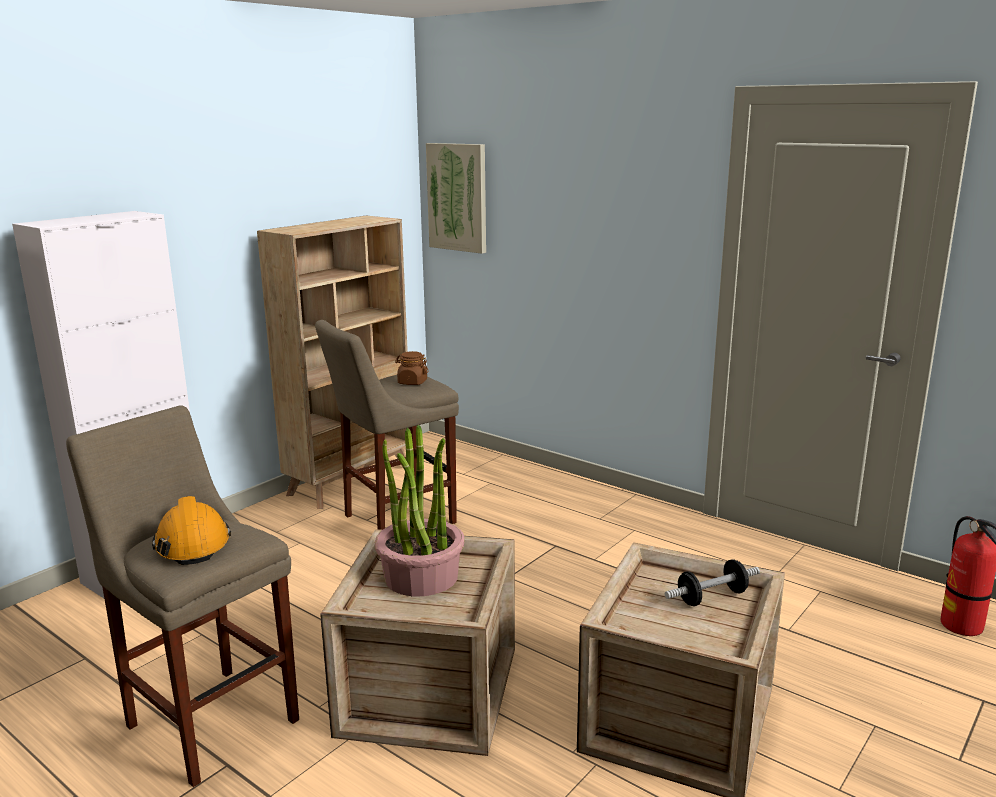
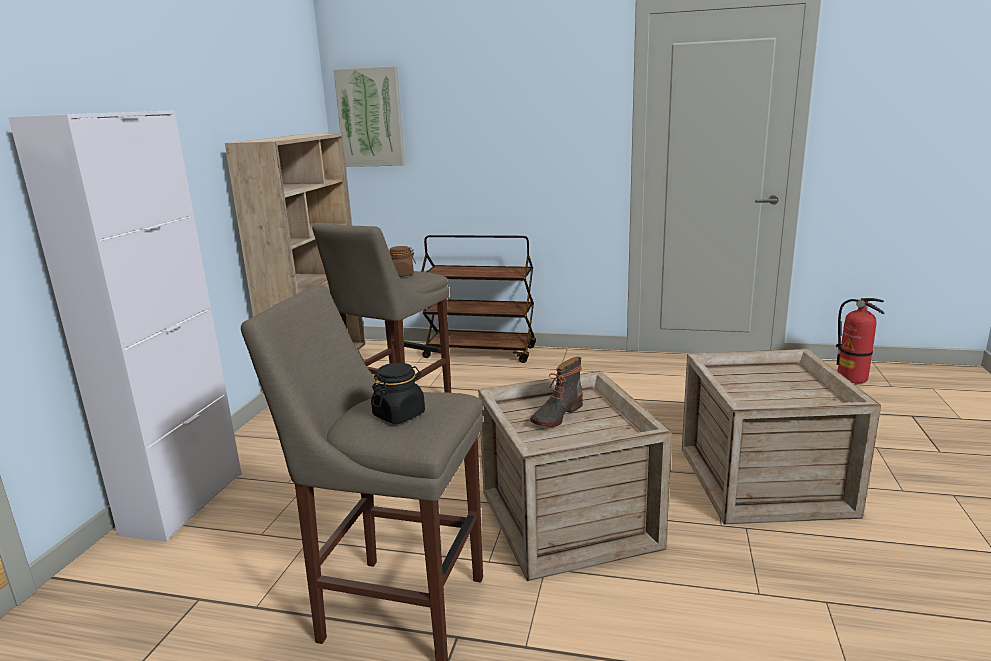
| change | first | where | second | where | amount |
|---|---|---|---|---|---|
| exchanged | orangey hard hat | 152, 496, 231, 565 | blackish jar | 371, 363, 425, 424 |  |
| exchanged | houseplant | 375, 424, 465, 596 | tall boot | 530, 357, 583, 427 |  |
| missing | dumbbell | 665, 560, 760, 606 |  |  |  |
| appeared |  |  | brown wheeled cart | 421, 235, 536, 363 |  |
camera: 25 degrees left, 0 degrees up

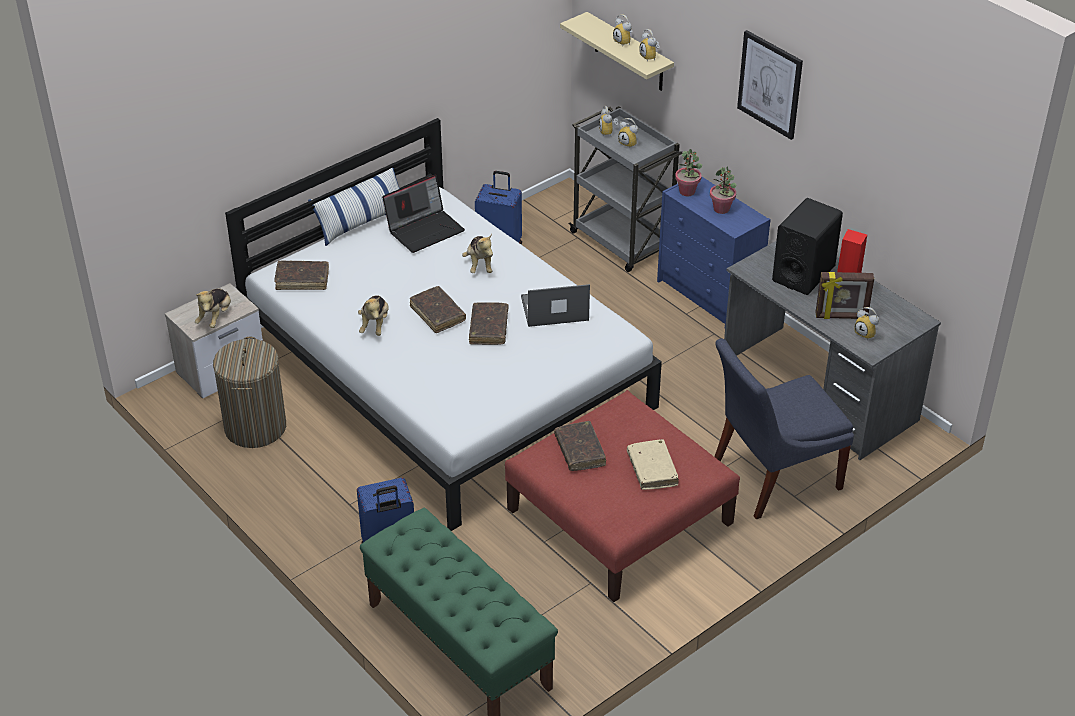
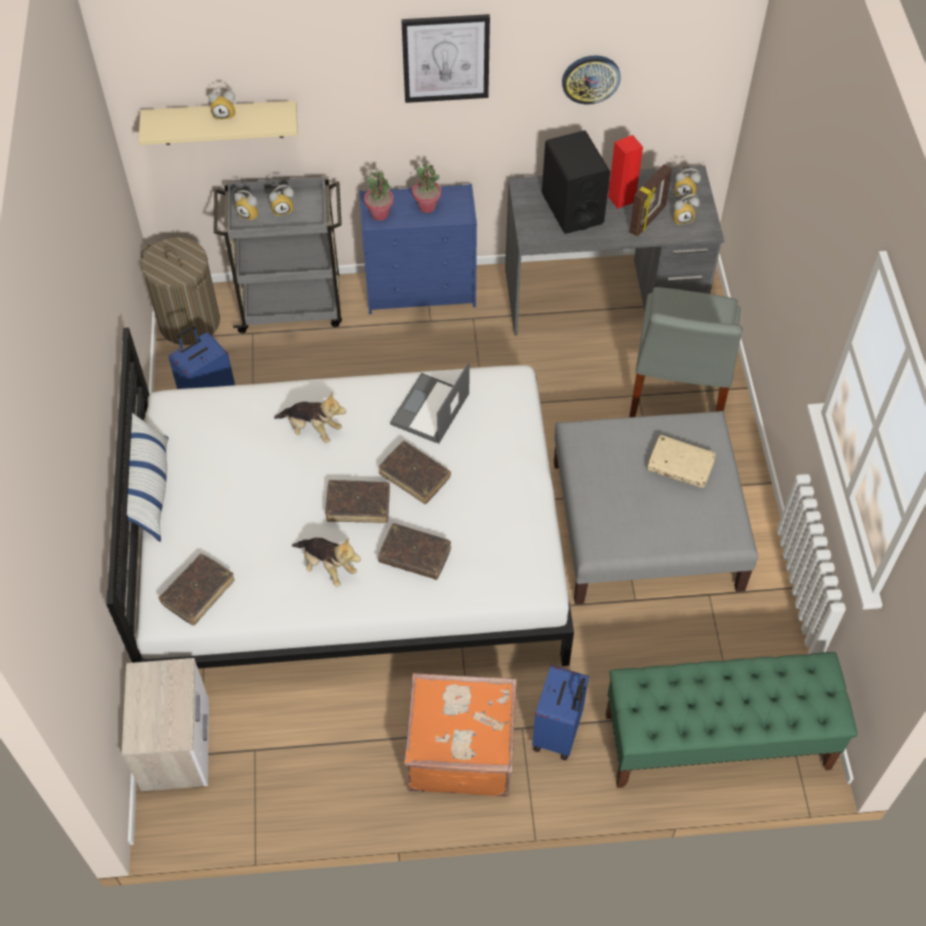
| change | first | where | second | where | amount |
|---|---|---|---|---|---|
| missing | cuddly toy | 195, 288, 231, 328 |  |  |  |
| relocated | washing basket | 213, 336, 286, 448 |  | 141, 237, 220, 345 |  |
| missing | notebook computer | 382, 175, 465, 253 |  |  |  |
| colour | red pouffe | 505, 390, 740, 602 | grey pouffe | 554, 411, 759, 604 |  |
| relocated | brown bound book | 554, 421, 606, 471 |  | 378, 523, 451, 580 |  |
| relocated | alarm clock | 639, 29, 660, 61 |  | 675, 168, 701, 199 |  |
| colour | blue-coloured chair | 714, 338, 854, 519 | grey chair | 629, 287, 743, 417 |  |
| appeared |  |  | orangey suitcase | 404, 673, 517, 797 |  |
| appeared |  |  | hanging clock | 562, 55, 621, 105 |  |
camera: 55 degrees left, 15 degrees up

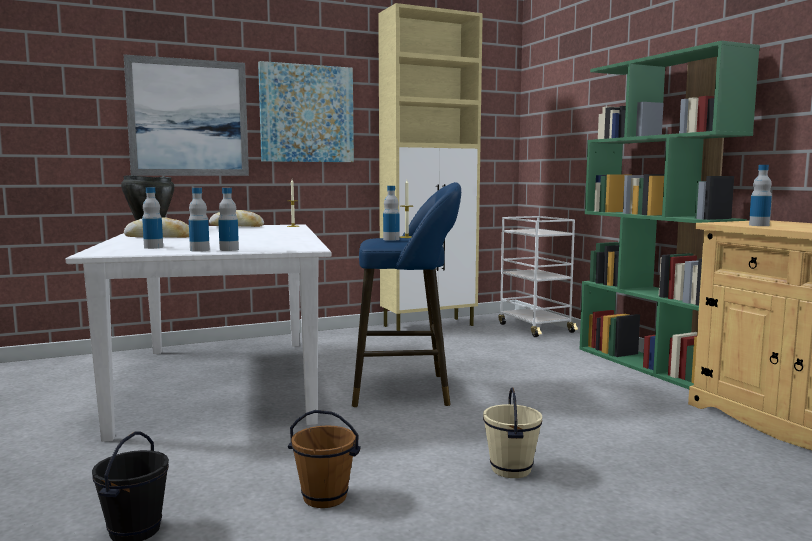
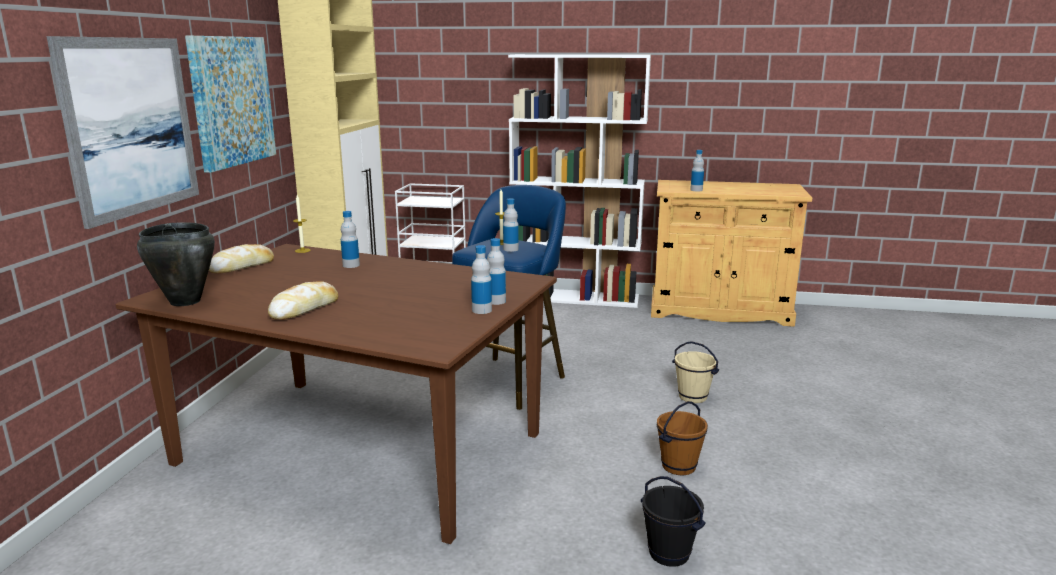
| change | first | where | second | where | amount |
|---|---|---|---|---|---|
| colour | whitish dining table | 66, 224, 332, 442 | brown dining table | 116, 244, 557, 544 |  |
| relocated | bottle | 142, 187, 163, 249 |  | 341, 211, 360, 268 |  |
| colour | green bookcase | 579, 41, 760, 389 | whitish bookcase | 508, 54, 651, 308 |  |
camera: 55 degrees left, 10 degrees up

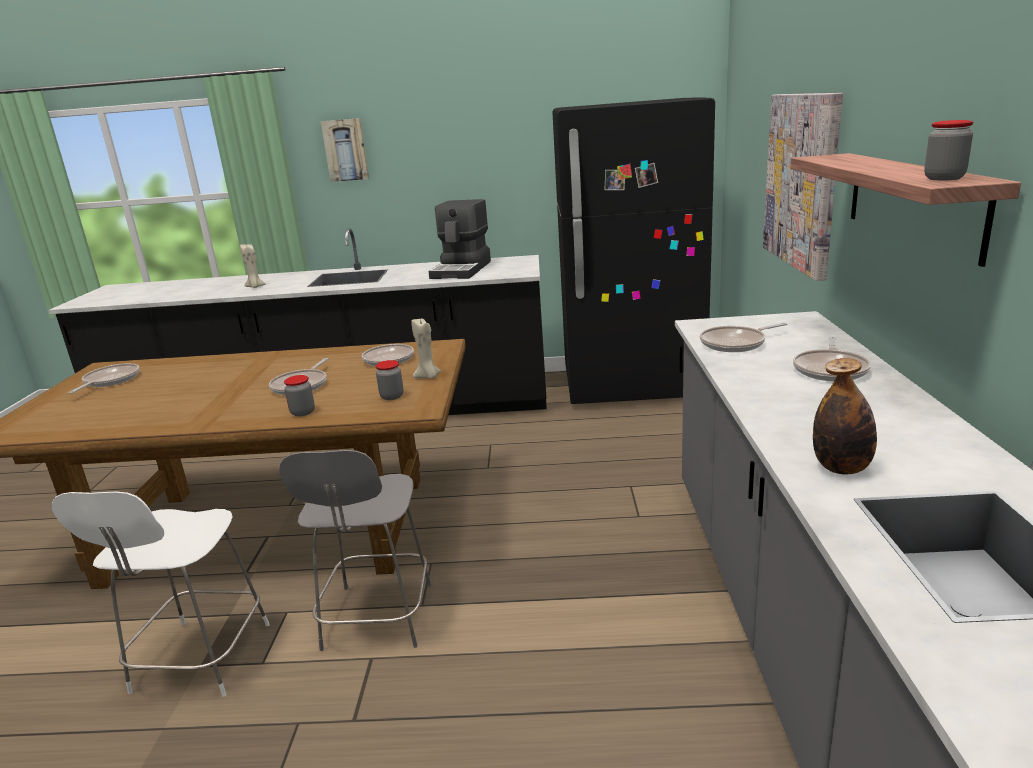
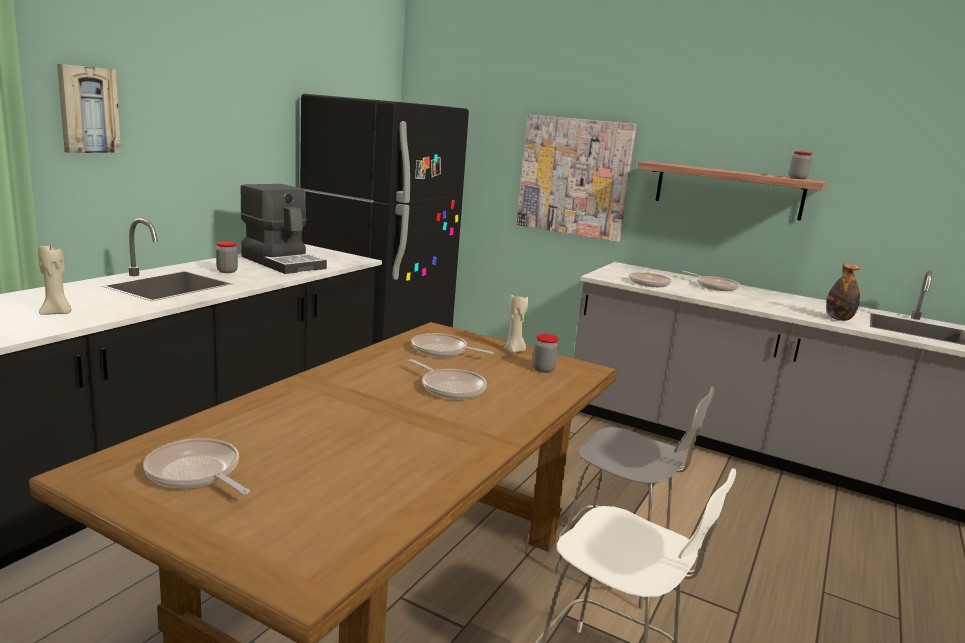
| change | first | where | second | where | amount |
|---|---|---|---|---|---|
| relocated | jar | 284, 375, 315, 416 |  | 216, 241, 238, 273 |  |
camera: 65 degrees left, 5 degrees down

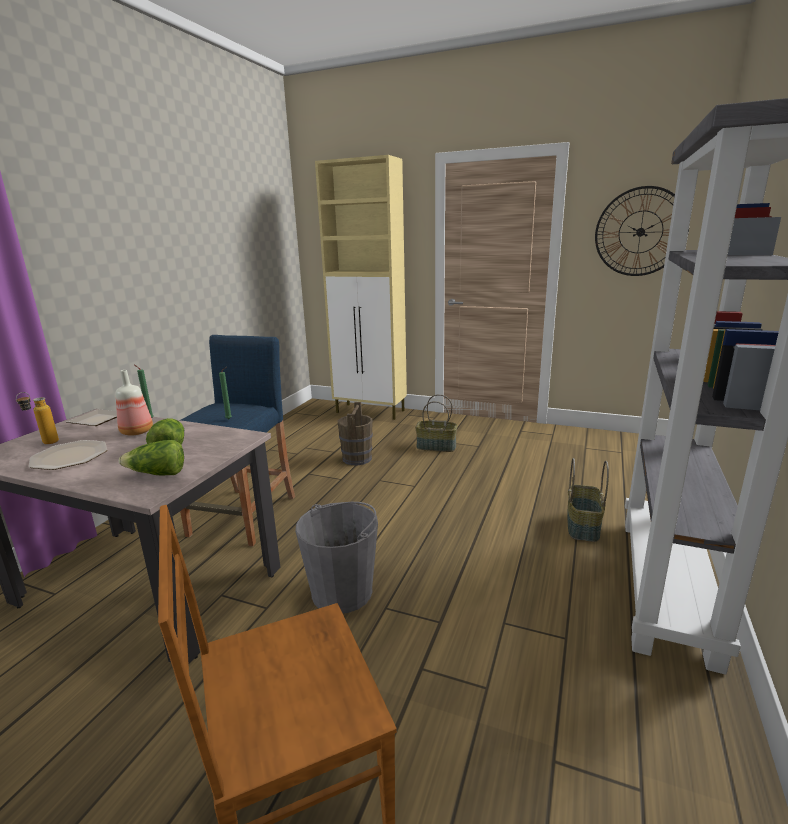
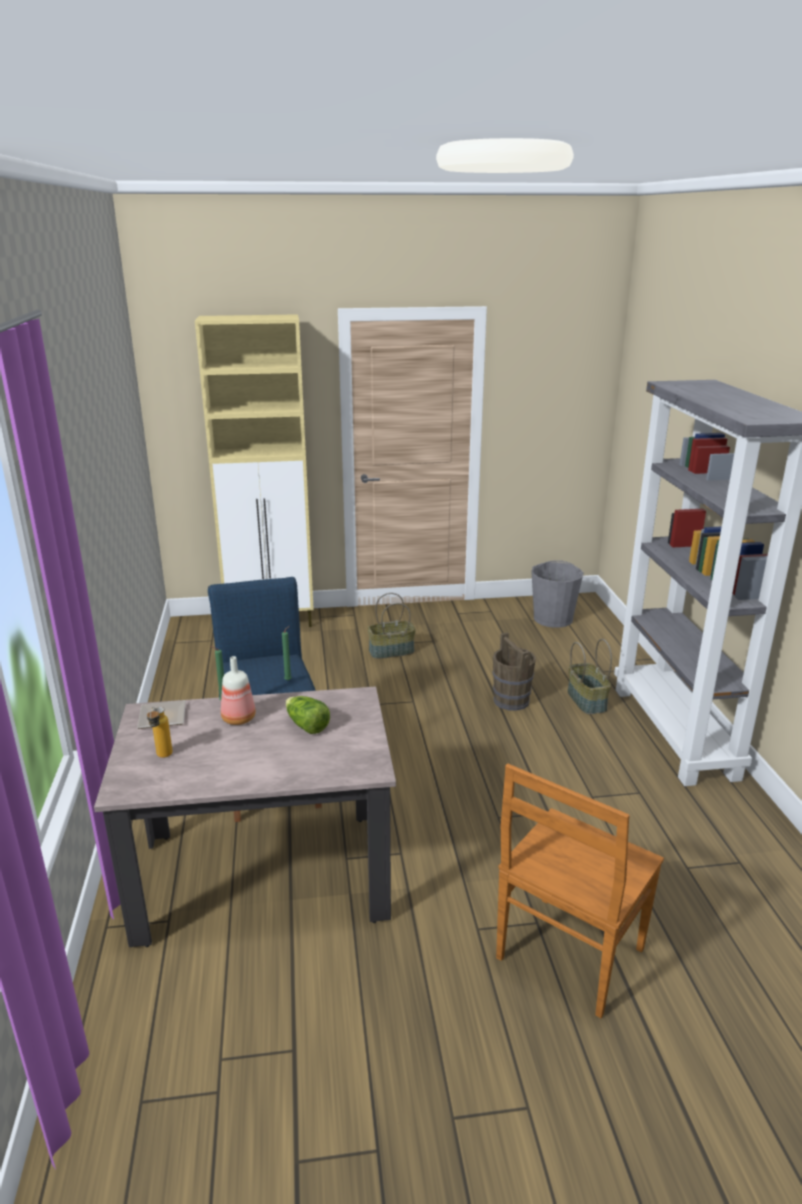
| change | first | where | second | where | amount |
|---|---|---|---|---|---|
| missing | flat dish | 29, 440, 107, 470 |  |  |  |
| missing | lettuce head | 119, 440, 184, 475 |  |  |  |
| relocated | grey water bucket | 295, 502, 378, 613 |  | 531, 560, 584, 628 |  |
| relocated | brown water bucket | 338, 402, 373, 465 |  | 493, 633, 536, 711 |  |
| missing | hanging clock | 595, 186, 689, 276 |  |  |  |
camera: 30 degrees left, 5 degrees up

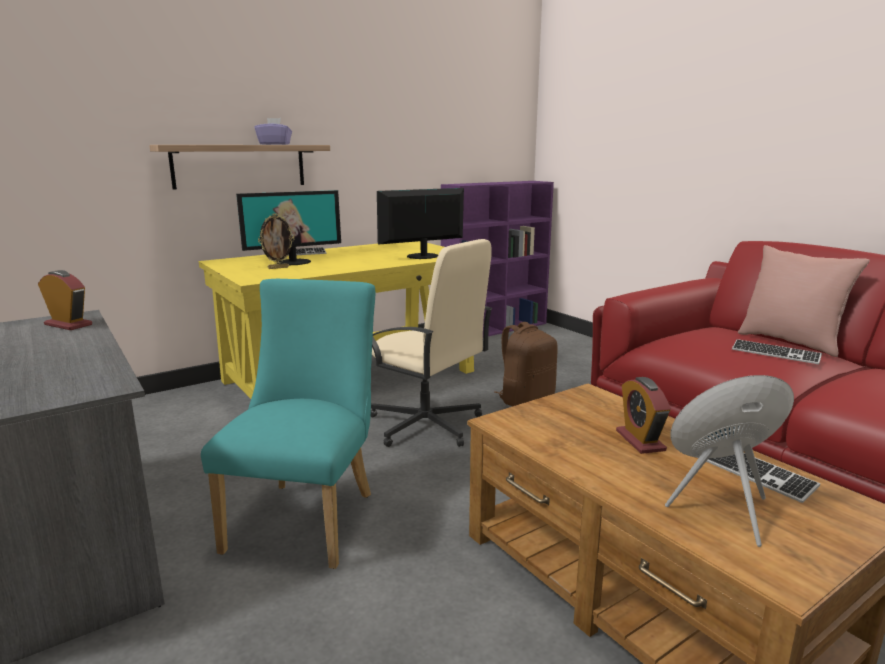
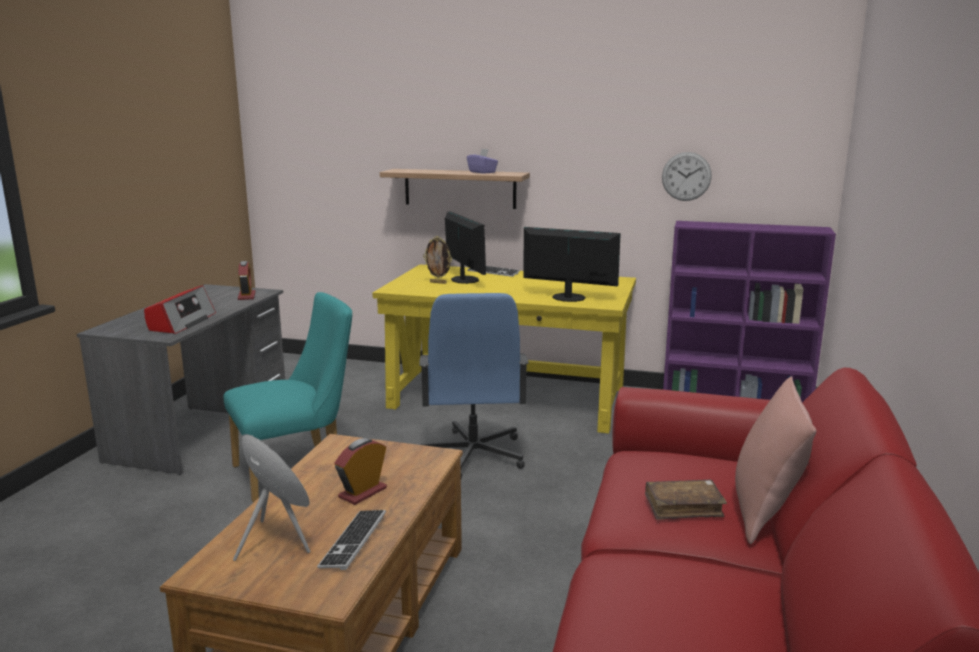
| change | first | where | second | where | amount |
|---|---|---|---|---|---|
| spun | computer screen | 236, 190, 341, 265 |  | 445, 211, 486, 284 | 135 degrees counterclockwise |
| colour | beige-coloured computer chair | 370, 239, 493, 447 | blue-coloured computer chair | 416, 293, 529, 479 |  |
| missing | brown knapsack | 494, 322, 558, 407 |  |  |  |
| exchanged | PC keyboard | 732, 339, 822, 364 | brown bound book | 645, 479, 727, 520 |  |
| appeared |  |  | radio | 144, 285, 216, 334 |  |
| appeared |  |  | hanging clock | 662, 152, 712, 201 |  |
camera: 50 degrees right, 0 degrees up

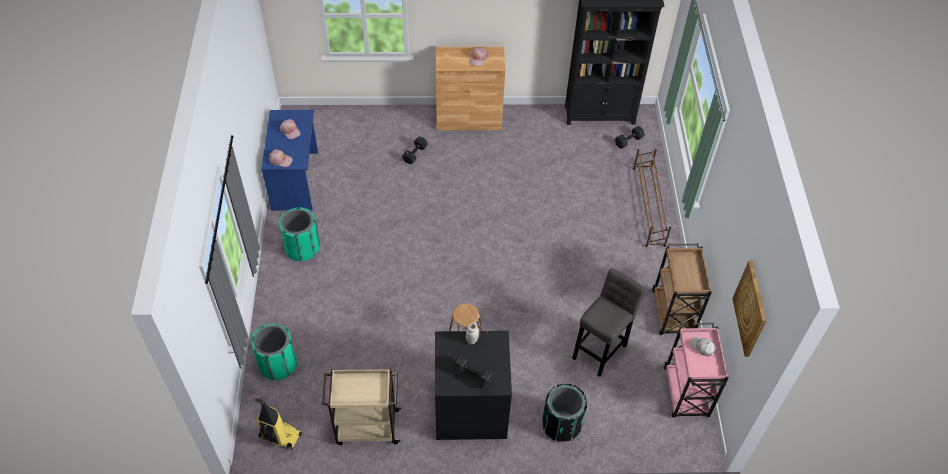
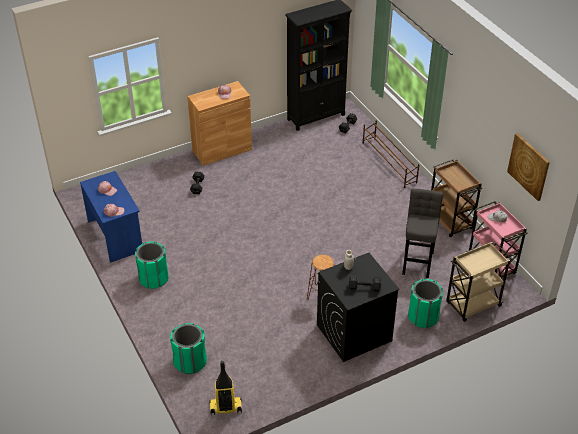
| change | first | where | second | where | amount |
|---|---|---|---|---|---|
| relocated | beige-coloured wheeled cart | 322, 369, 401, 445 |  | 446, 242, 512, 322 |  |
| colour | blackish waste bin | 543, 384, 587, 442 | green waste bin | 408, 279, 443, 328 |  |
camera: 25 degrees left, 10 degrees down

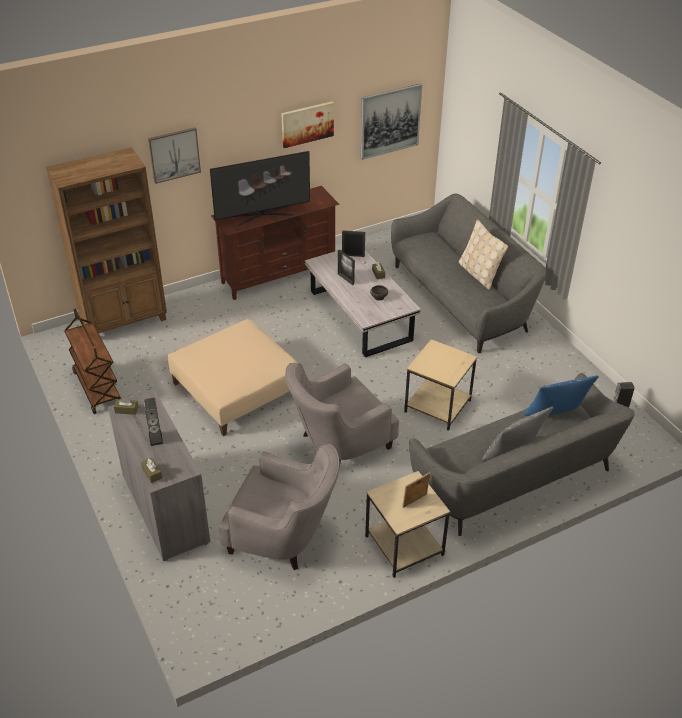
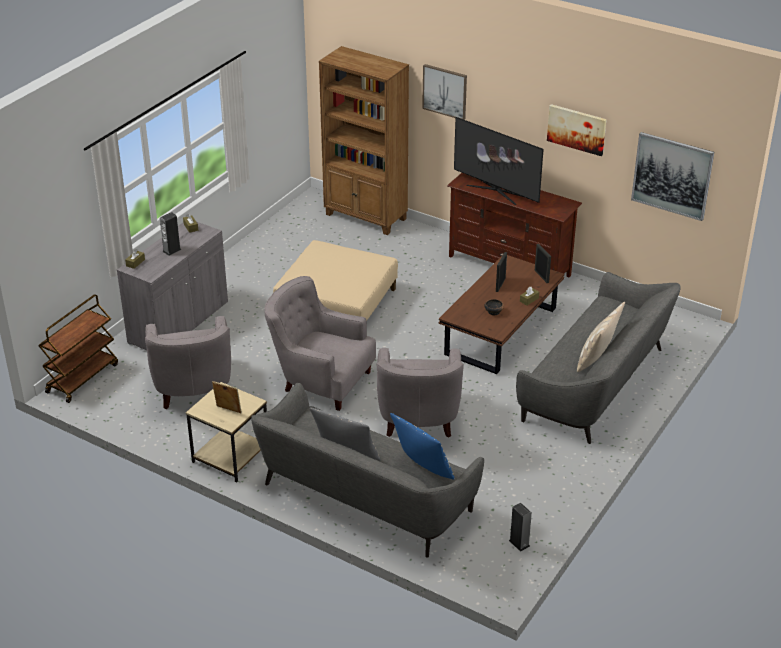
| change | first | where | second | where | amount |
|---|---|---|---|---|---|
| relocated | brown wheeled cart | 64, 309, 121, 414 |  | 38, 294, 118, 403 |  |
| colour | whitish low table | 305, 249, 421, 357 | brown low table | 439, 255, 564, 374 |  |
| exchanged | beige-coloured end table | 404, 339, 477, 431 | grey lounge chair | 376, 348, 464, 438 |  |
camera: 60 degrees right, 5 degrees down

